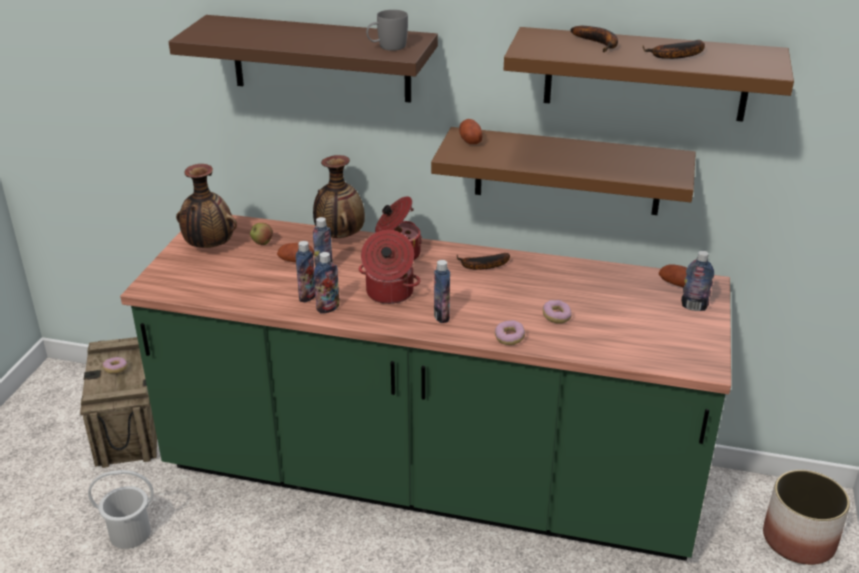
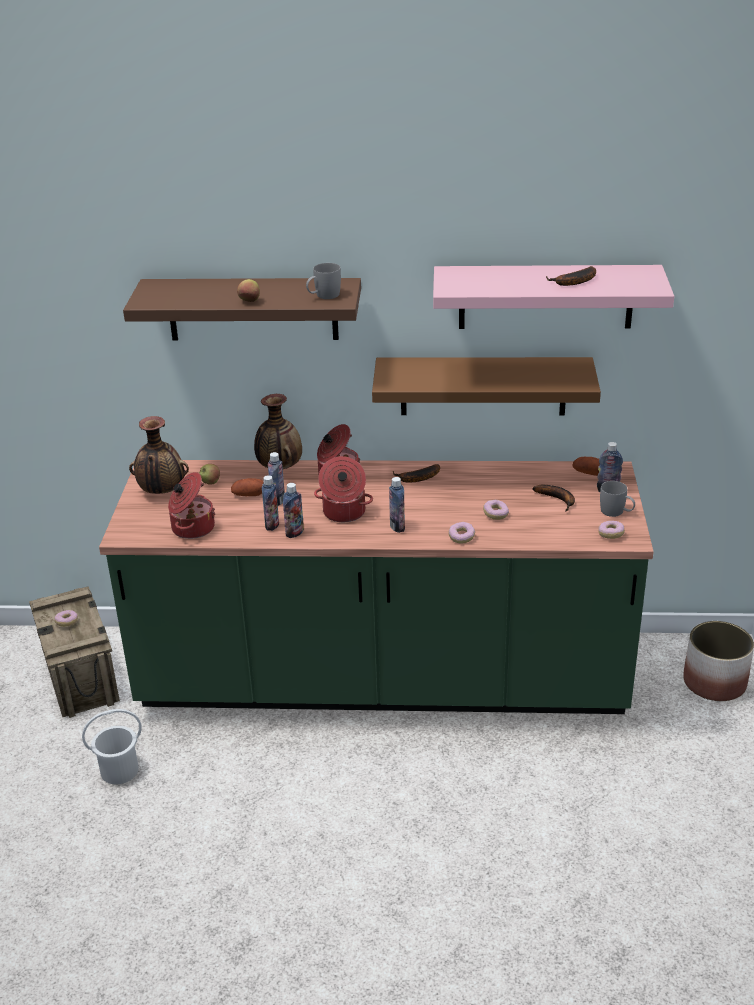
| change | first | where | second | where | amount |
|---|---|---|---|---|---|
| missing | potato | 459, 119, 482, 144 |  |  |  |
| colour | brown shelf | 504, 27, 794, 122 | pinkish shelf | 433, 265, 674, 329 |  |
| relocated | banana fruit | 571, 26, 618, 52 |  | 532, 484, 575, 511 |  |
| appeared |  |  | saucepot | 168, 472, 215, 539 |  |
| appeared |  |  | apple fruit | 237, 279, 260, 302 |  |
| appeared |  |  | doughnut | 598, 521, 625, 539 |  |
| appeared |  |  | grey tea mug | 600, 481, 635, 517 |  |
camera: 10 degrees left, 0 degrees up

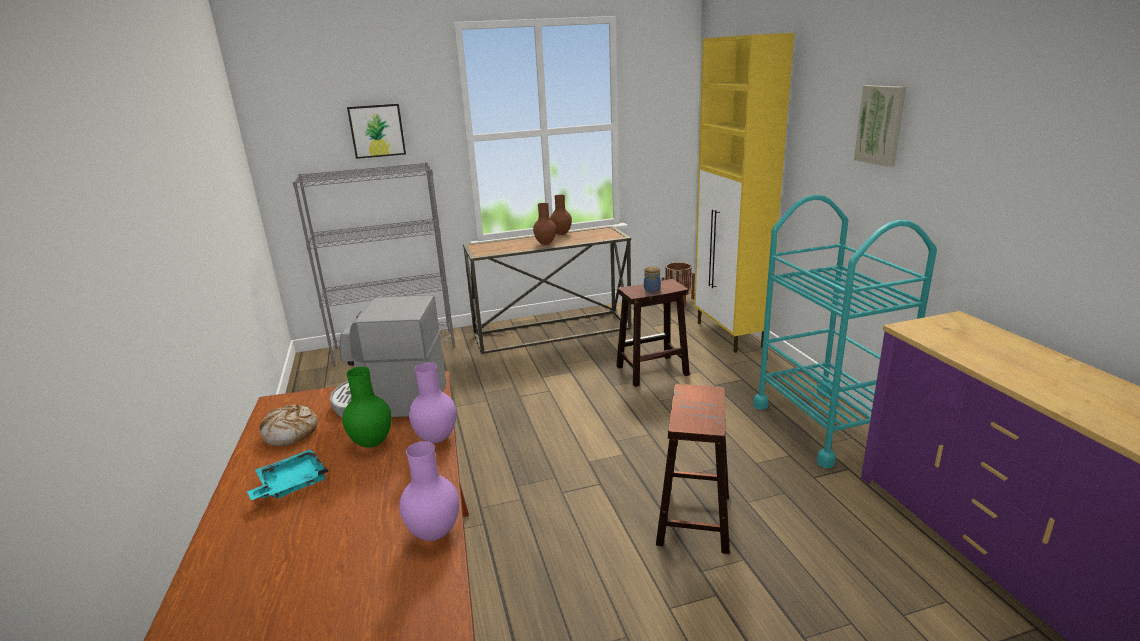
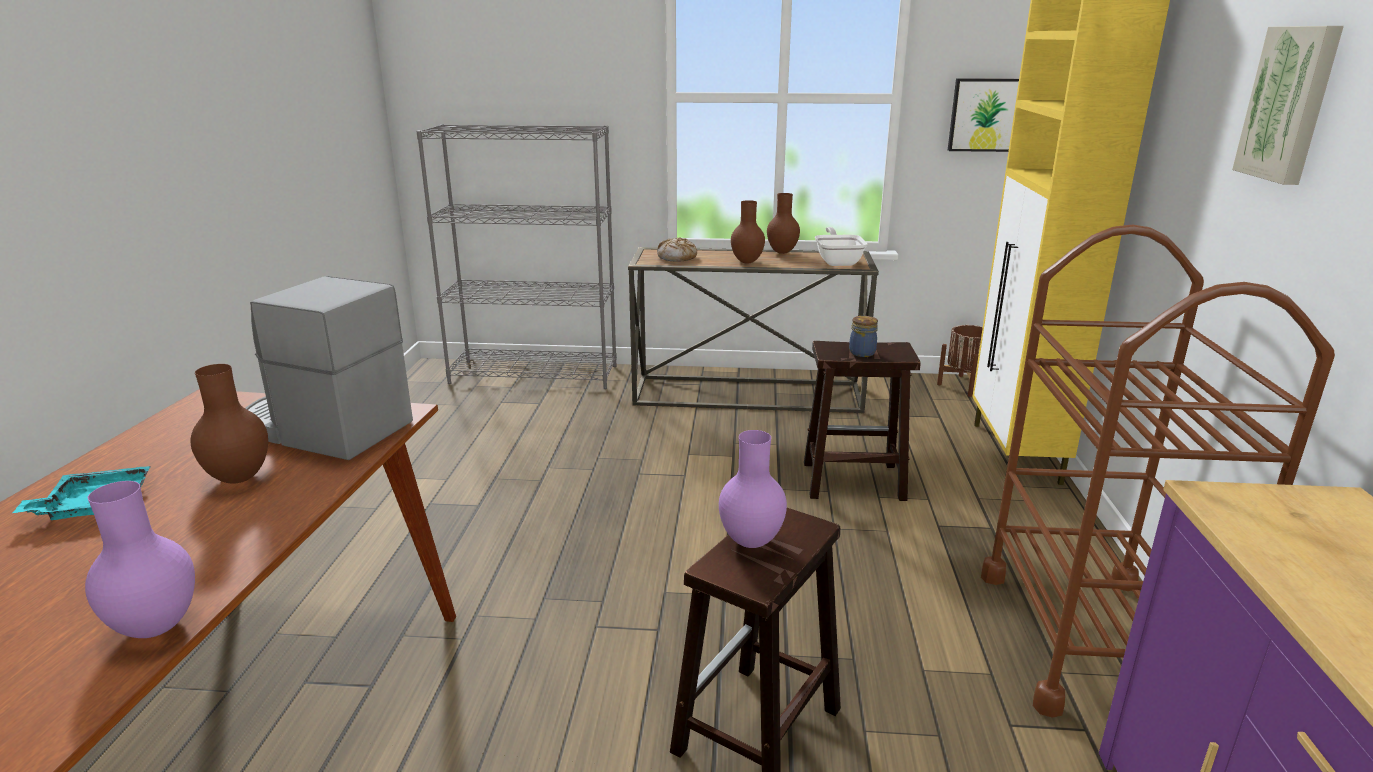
| change | first | where | second | where | amount |
|---|---|---|---|---|---|
| relocated | bread | 259, 404, 318, 446 |  | 657, 237, 697, 262 |  |
| colour | green vase | 342, 367, 392, 448 | brown vase | 190, 364, 268, 484 |  |
| relocated | wall art | 347, 104, 406, 159 |  | 948, 78, 1019, 152 |  |
| relocated | purple-coloured vase | 409, 362, 457, 443 |  | 719, 430, 787, 548 |  |
| colour | blue-green wheeled cart | 753, 195, 937, 468 | brown wheeled cart | 981, 224, 1335, 718 |  |
| appeared |  |  | skillet | 815, 227, 867, 266 |  |
camera: 20 degrees right, 0 degrees up

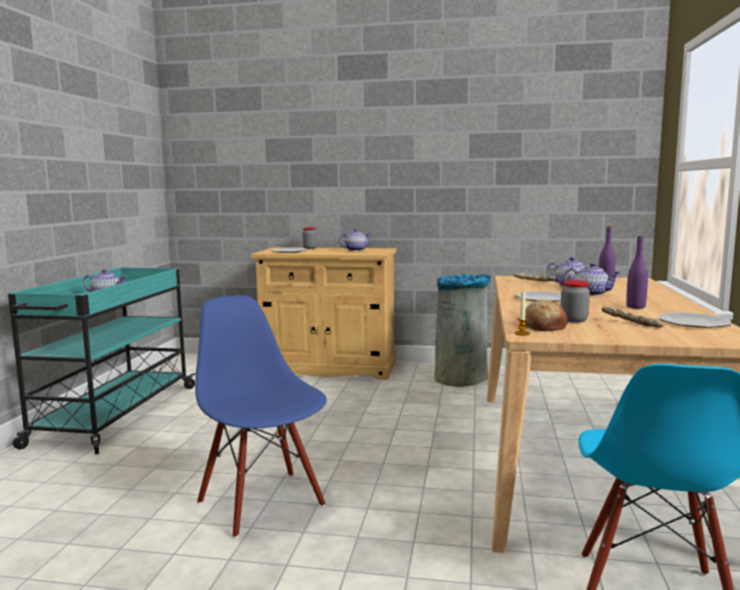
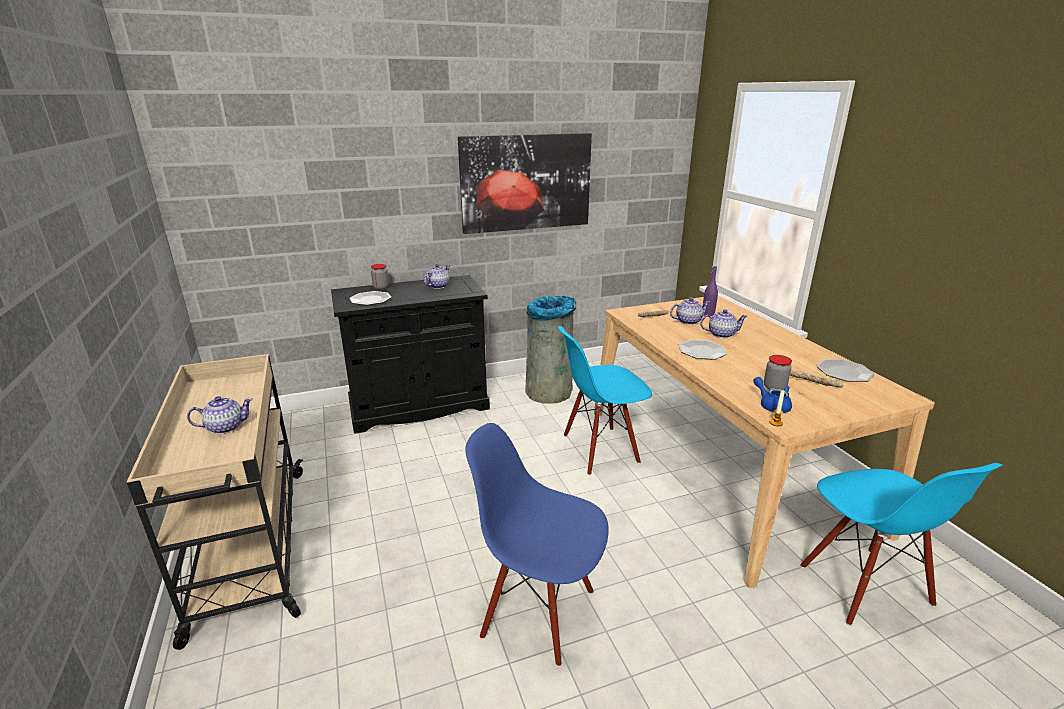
| change | first | where | second | where | amount |
|---|---|---|---|---|---|
| colour | blue-green wheeled cart | 8, 268, 196, 455 | beige-coloured wheeled cart | 127, 354, 303, 650 |  |
| colour | beige-coloured storage cabinet | 251, 247, 396, 380 | blackish storage cabinet | 331, 275, 490, 434 |  |
| exchanged | bread | 525, 300, 568, 331 | blue-coloured pot for tea | 753, 377, 792, 413 |  |
| missing | purple-coloured bottle | 626, 236, 648, 309 |  |  |  |
| appeared |  |  | wall art | 458, 133, 592, 234 |  |
| appeared |  |  | blue-coloured chair | 558, 326, 652, 476 |  |
camera: 30 degrees left, 15 degrees up

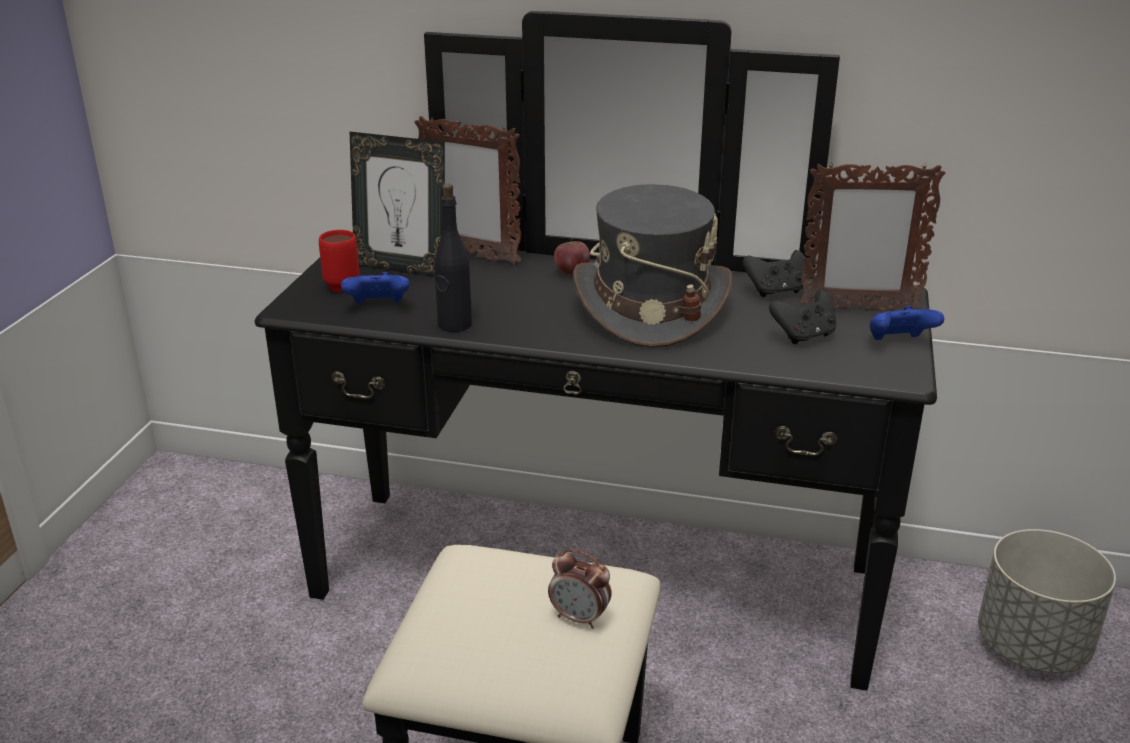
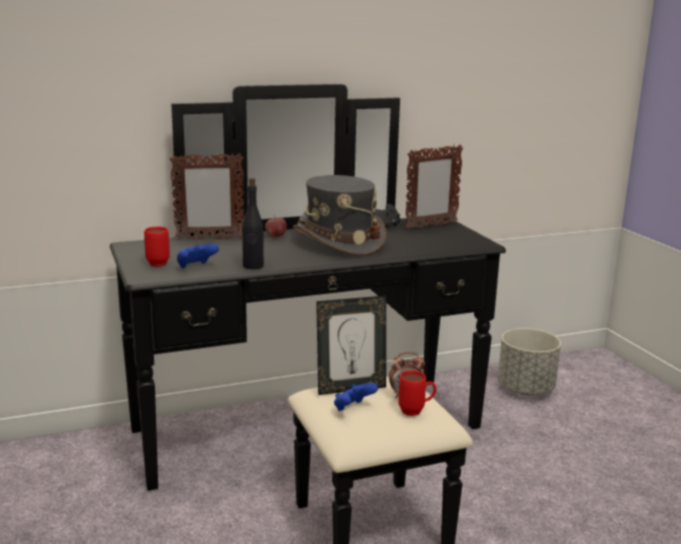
| change | first | where | second | where | amount |
|---|---|---|---|---|---|
| relocated | standing frame | 350, 132, 445, 277 |  | 316, 296, 386, 395 |  |
| missing | blackish joypad | 769, 290, 837, 344 |  |  |  |
| relocated | blue-coloured joypad | 870, 306, 944, 340 |  | 334, 383, 378, 411 |  |
| appeared |  |  | red tea mug | 398, 371, 436, 416 |  |
camera: 35 degrees left, 10 degrees down

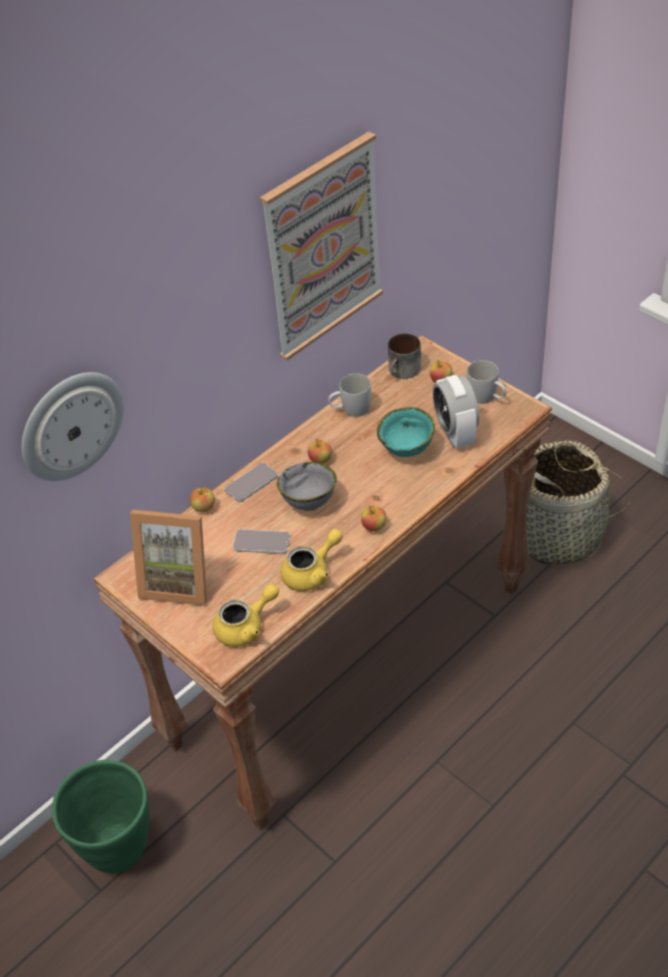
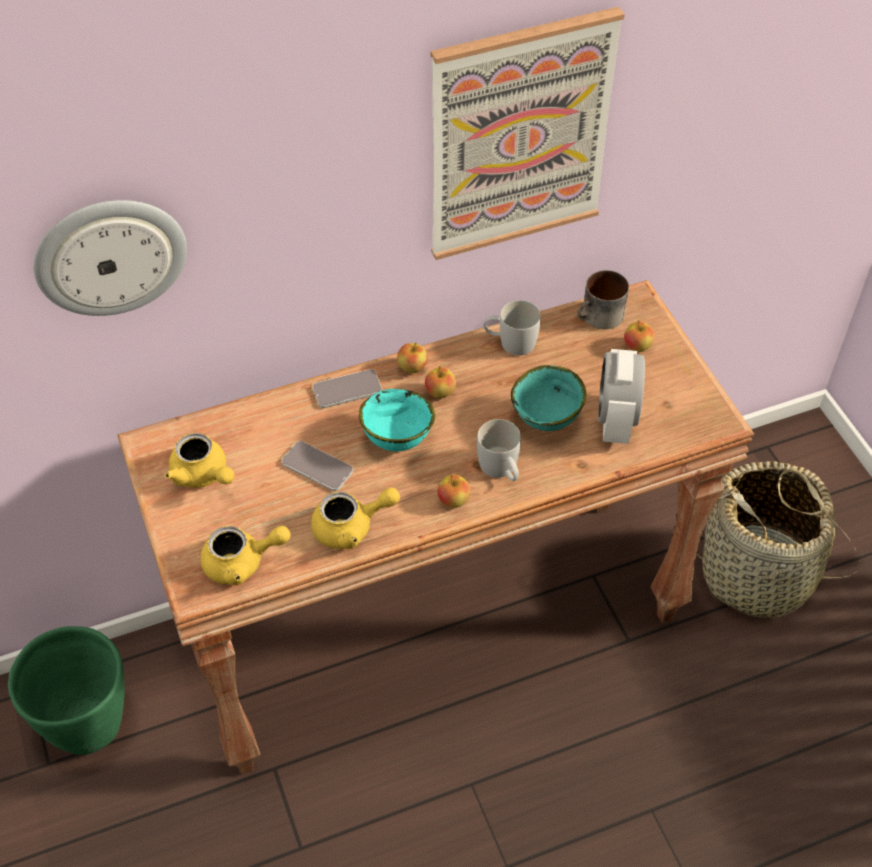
| change | first | where | second | where | amount |
|---|---|---|---|---|---|
| exchanged | standing frame | 130, 510, 207, 606 | yellow pot for tea | 165, 433, 235, 488 |  |
| relocated | apple fruit | 190, 486, 215, 512 |  | 397, 342, 427, 373 |  |
| colour | grey deep dish | 277, 462, 337, 511 | blue-green deep dish | 359, 389, 435, 451 |  |
| relocated | whitish tea mug | 467, 360, 506, 404 |  | 477, 419, 521, 481 |  |
camera: 20 degrees right, 5 degrees up

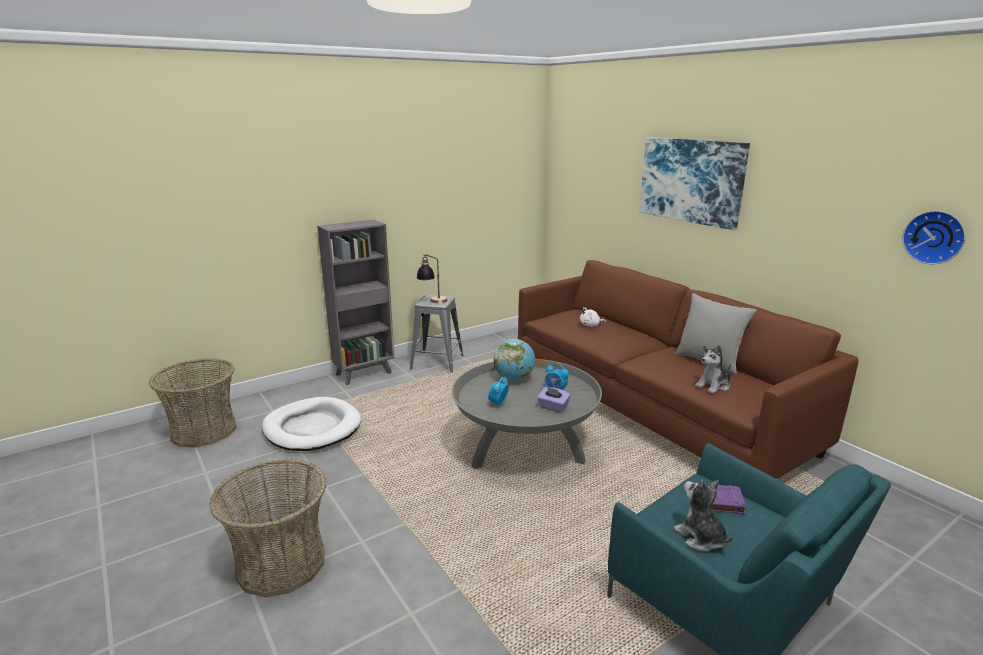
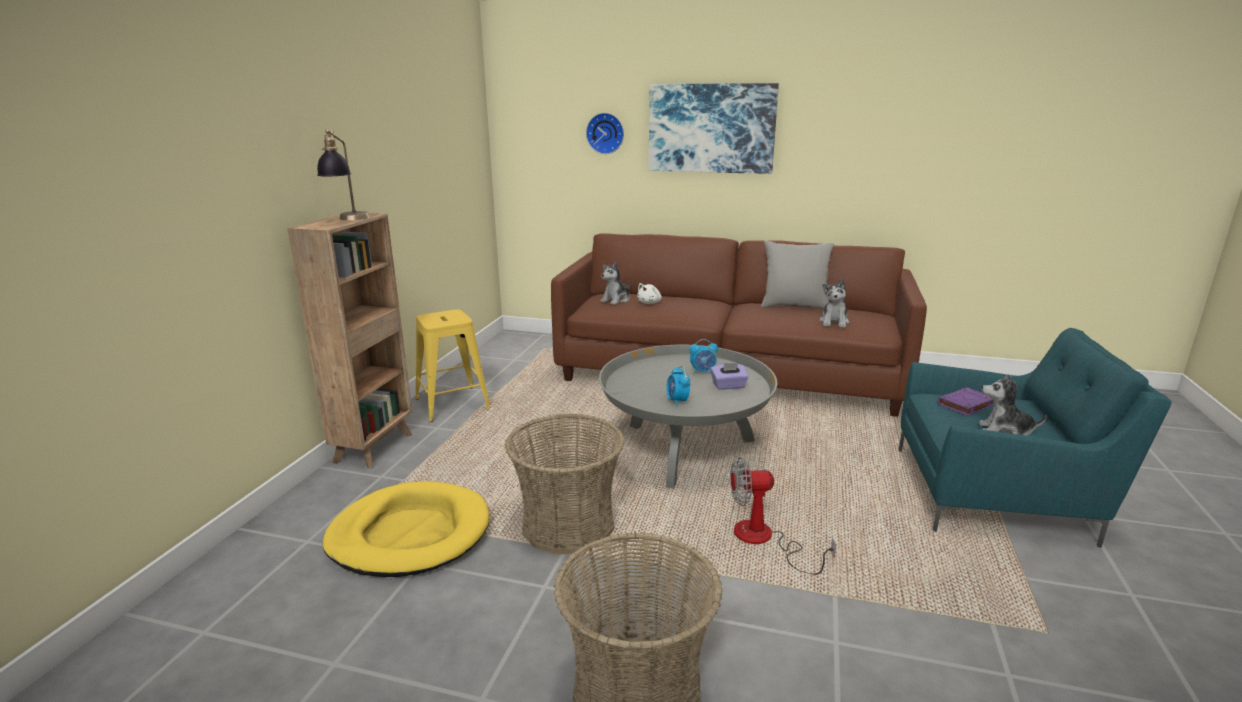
| change | first | where | second | where | amount |
|---|---|---|---|---|---|
| relocated | basket | 149, 358, 236, 448 |  | 505, 414, 625, 555 |  |
| colour | whitish pet bed | 262, 397, 361, 451 | yellow pet bed | 322, 481, 489, 577 |  |
| colour | grey bookcase | 317, 219, 395, 385 | brown bookcase | 287, 213, 412, 469 |  |
| colour | grey stool seat | 410, 295, 463, 373 | yellow stool seat | 415, 309, 491, 422 |  |
| relocated | tabletop lamp | 416, 253, 448, 303 |  | 317, 129, 370, 220 |  |
| missing | globe | 494, 339, 535, 381 |  |  |  |
| relocated | hanging clock | 902, 211, 966, 264 |  | 586, 113, 624, 154 |  |
| appeared |  |  | cuddly toy | 600, 261, 630, 305 |  |
| appeared |  |  | cooling fan | 730, 457, 836, 575 |  |
camera: 40 degrees left, 0 degrees up

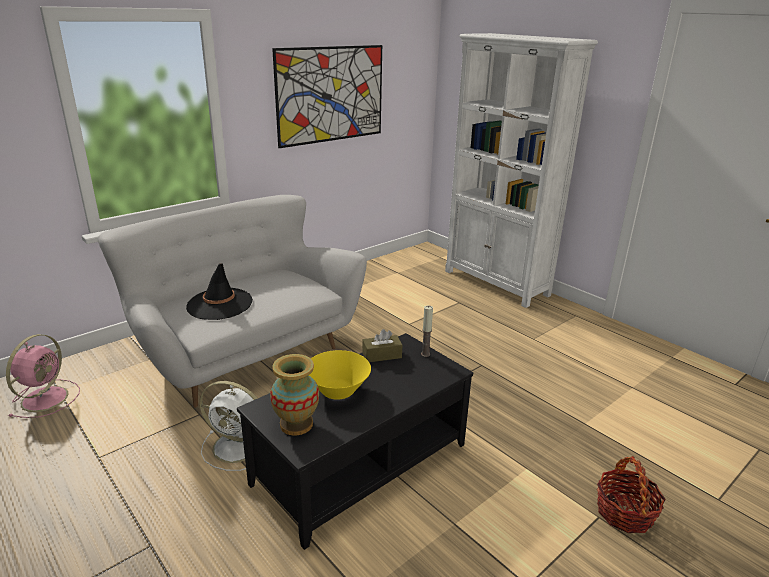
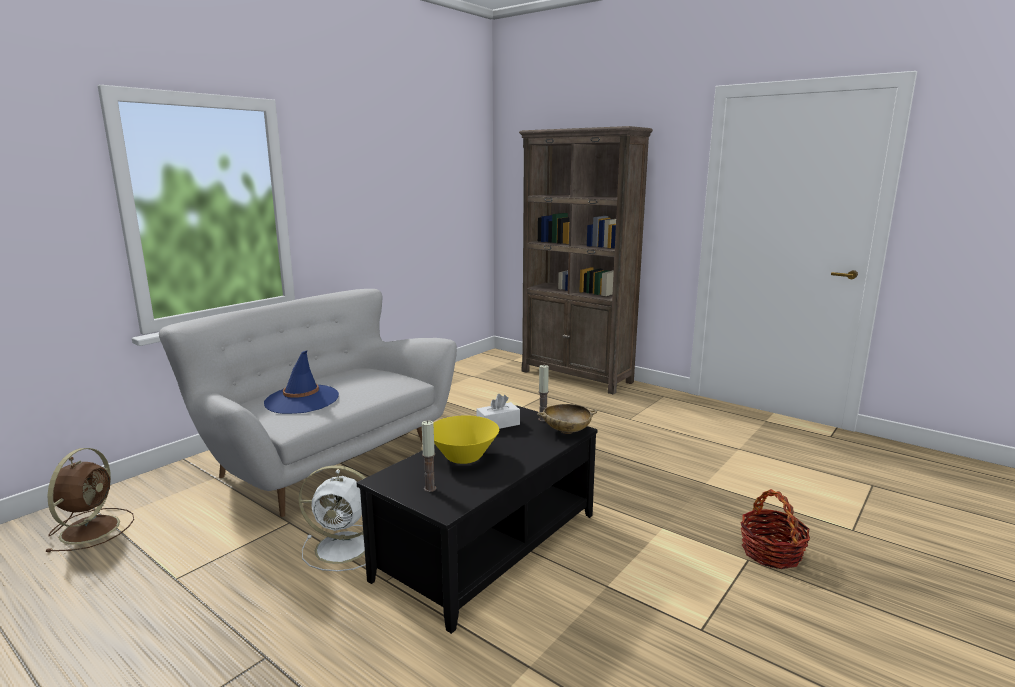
| change | first | where | second | where | amount |
|---|---|---|---|---|---|
| colour | pinkish cooling fan | 6, 334, 80, 418 | brown cooling fan | 46, 448, 134, 552 |  |
| colour | blackish wearable hat | 186, 263, 253, 320 | blue-coloured wearable hat | 264, 351, 339, 414 |  |
| exchanged | vase | 270, 354, 319, 435 | candle | 422, 420, 436, 492 |  |
| missing | wall art | 272, 45, 382, 148 |  |  |  |
| colour | brown tissue holder | 362, 329, 402, 362 | whitish tissue holder | 476, 394, 520, 429 |  |
| colour | whitish bookcase | 445, 33, 598, 308 | brown bookcase | 519, 126, 653, 394 |  |
| appeared |  |  | beige-coloured deep dish | 537, 404, 597, 434 |  |
camera: 10 degrees left, 10 degrees down

